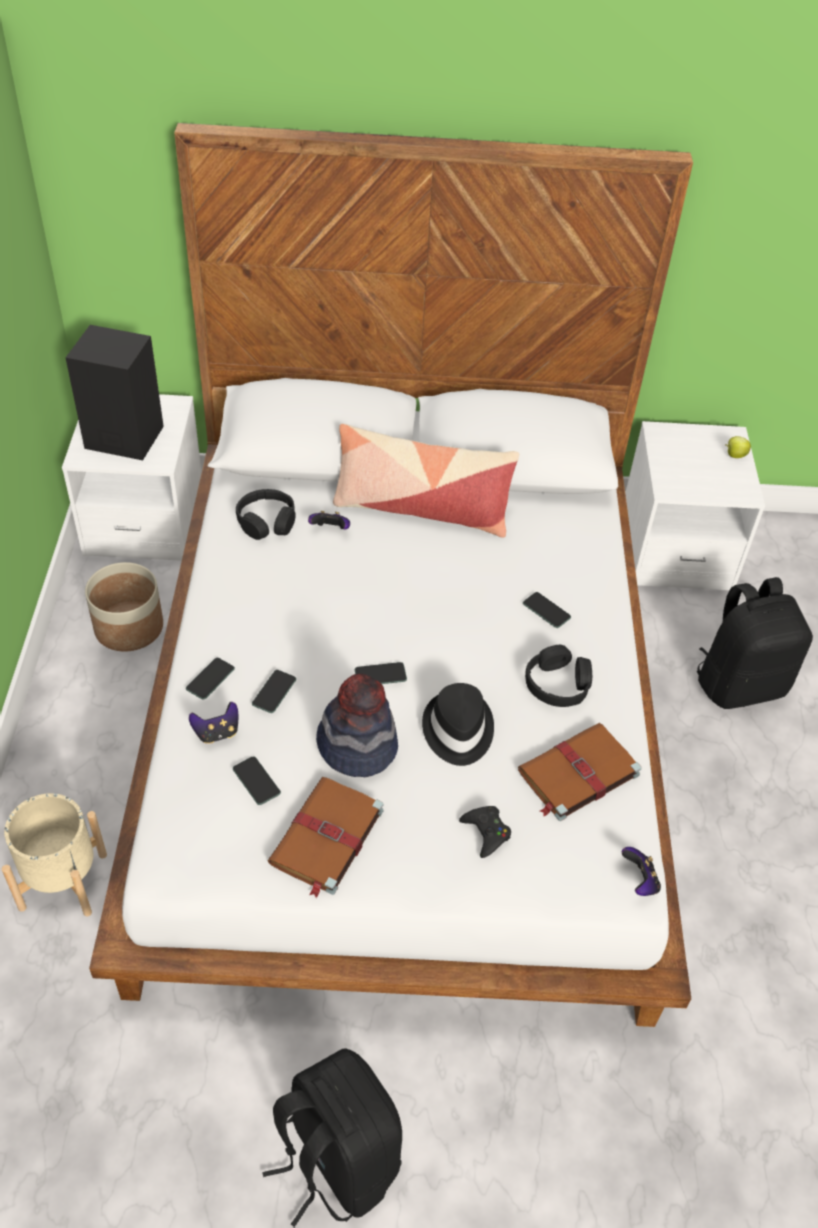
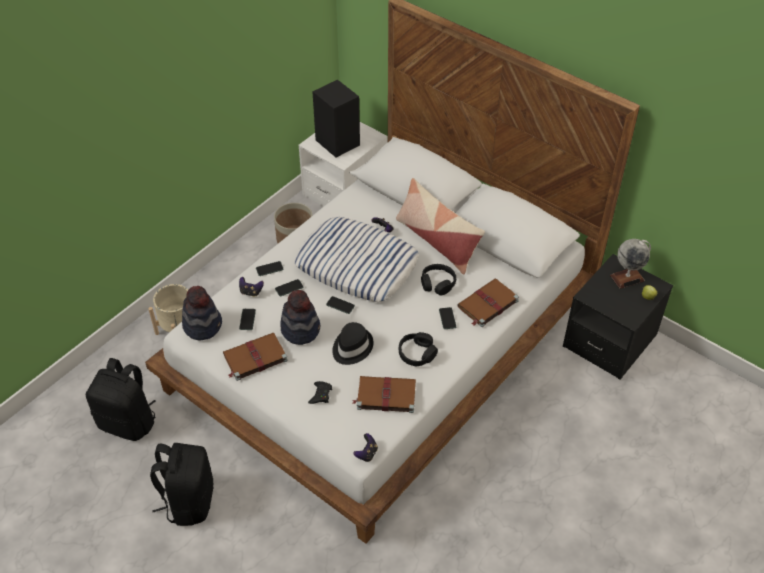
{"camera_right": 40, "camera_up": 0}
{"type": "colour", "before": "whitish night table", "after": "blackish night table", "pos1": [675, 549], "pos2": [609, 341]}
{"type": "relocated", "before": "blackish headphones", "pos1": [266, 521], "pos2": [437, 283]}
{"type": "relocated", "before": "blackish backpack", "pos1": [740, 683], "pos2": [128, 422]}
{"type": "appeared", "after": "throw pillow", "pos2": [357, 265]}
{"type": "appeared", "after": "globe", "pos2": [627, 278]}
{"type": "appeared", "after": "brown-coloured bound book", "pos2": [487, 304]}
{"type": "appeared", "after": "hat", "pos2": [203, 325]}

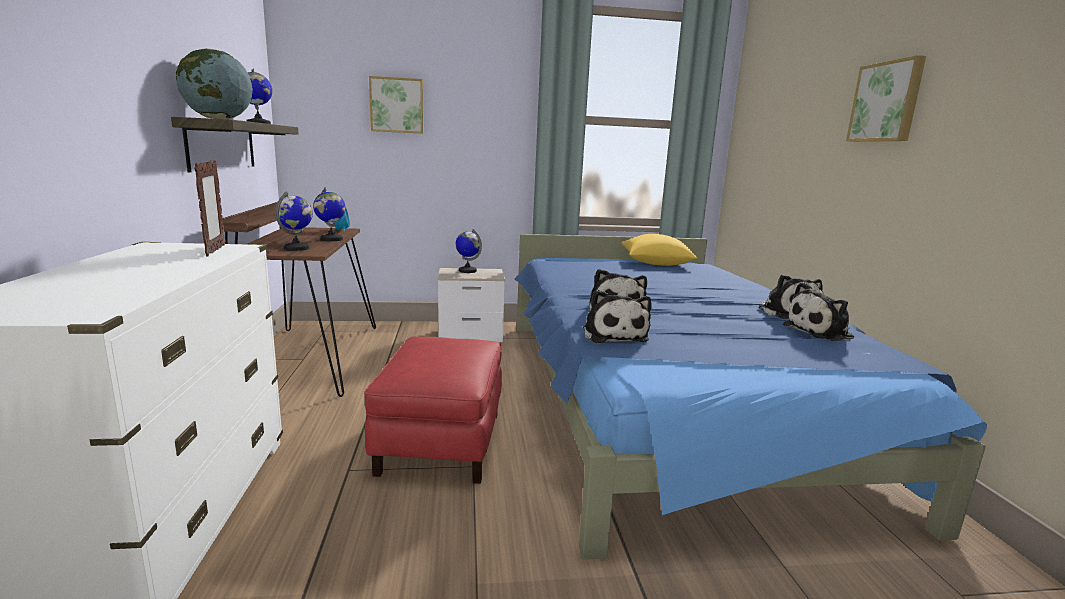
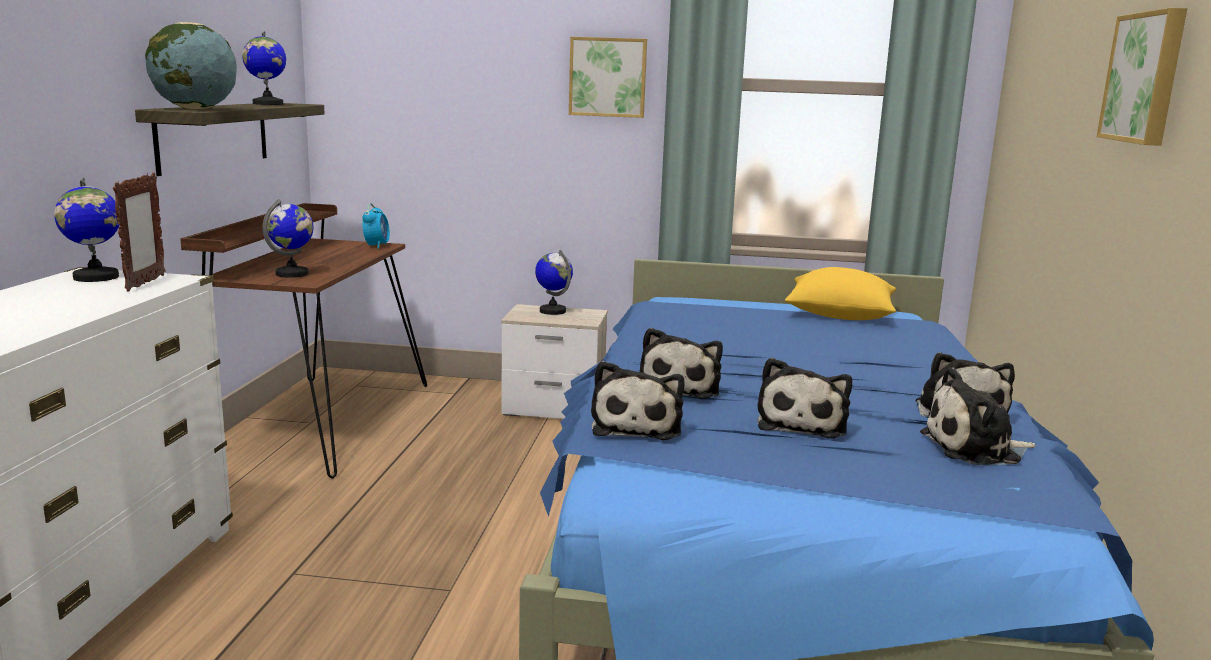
{"camera_right": 15, "camera_up": 0}
{"type": "relocated", "before": "picture", "pos1": [397, 105], "pos2": [608, 77]}
{"type": "relocated", "before": "globe", "pos1": [331, 239], "pos2": [95, 277]}
{"type": "missing", "before": "red ottoman", "pos1": [440, 442]}
{"type": "appeared", "after": "cuddly toy", "pos2": [802, 423]}

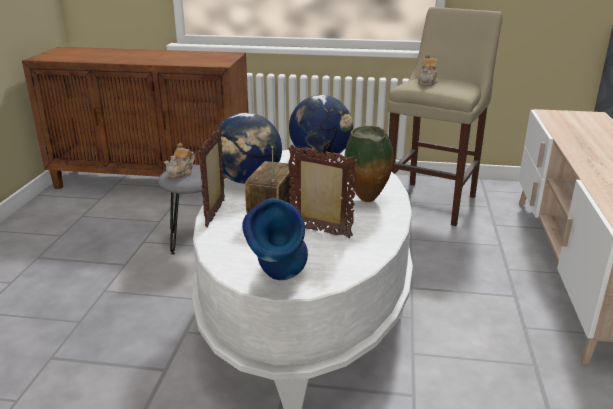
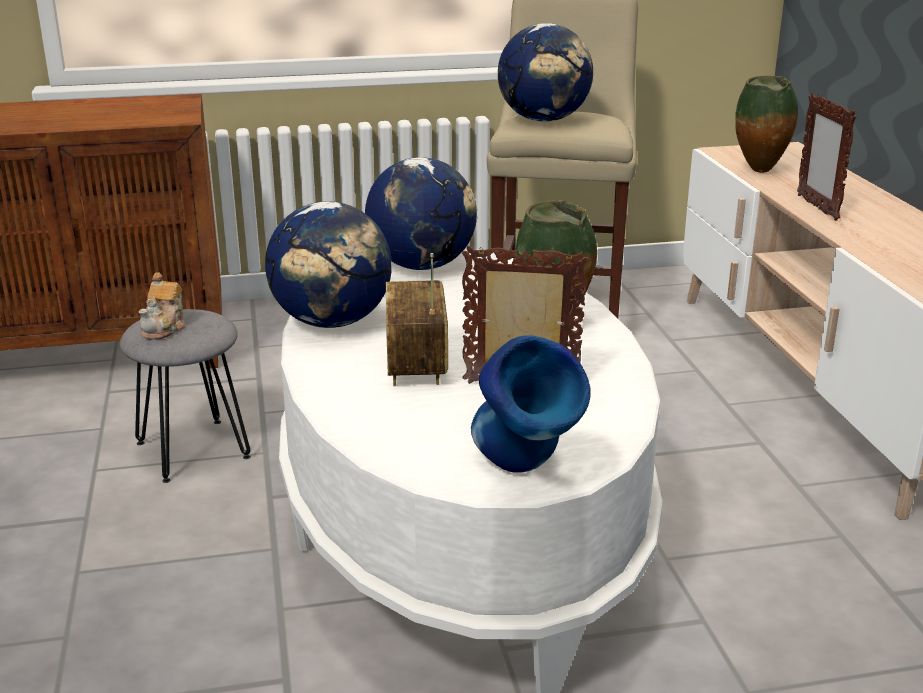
{"camera_right": -20, "camera_up": 0}
{"type": "exchanged", "before": "pot for tea", "after": "globe", "pos1": [427, 82], "pos2": [544, 120]}
{"type": "relocated", "before": "standing frame", "pos1": [216, 213], "pos2": [817, 207]}
{"type": "appeared", "after": "decorative vase", "pos2": [760, 171]}

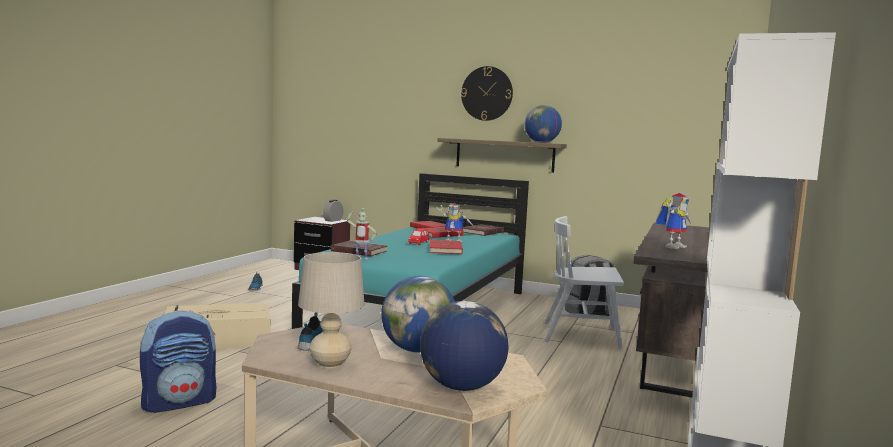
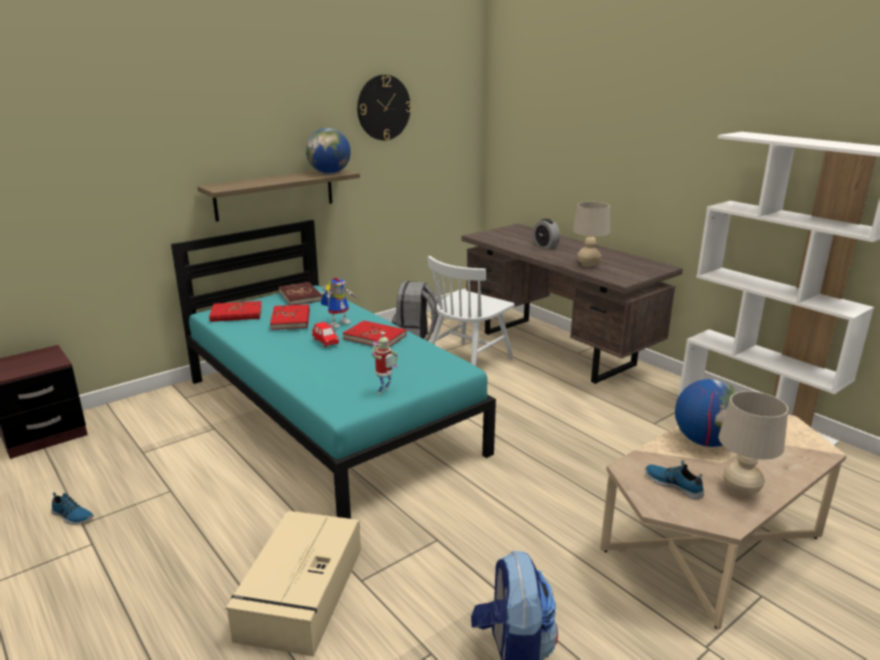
{"camera_right": -60, "camera_up": 15}
{"type": "relocated", "before": "hanging clock", "pos1": [487, 93], "pos2": [383, 107]}
{"type": "exchanged", "before": "toy robot", "after": "sand-coloured table lamp", "pos1": [673, 246], "pos2": [588, 265]}
{"type": "relocated", "before": "table clock", "pos1": [333, 220], "pos2": [545, 246]}
{"type": "missing", "before": "red bound book", "pos1": [359, 251]}
{"type": "missing", "before": "globe", "pos1": [461, 387]}

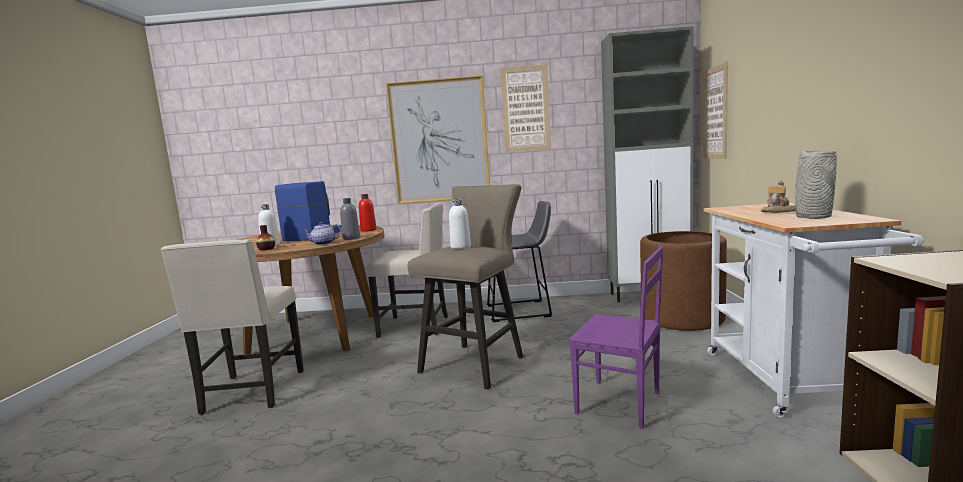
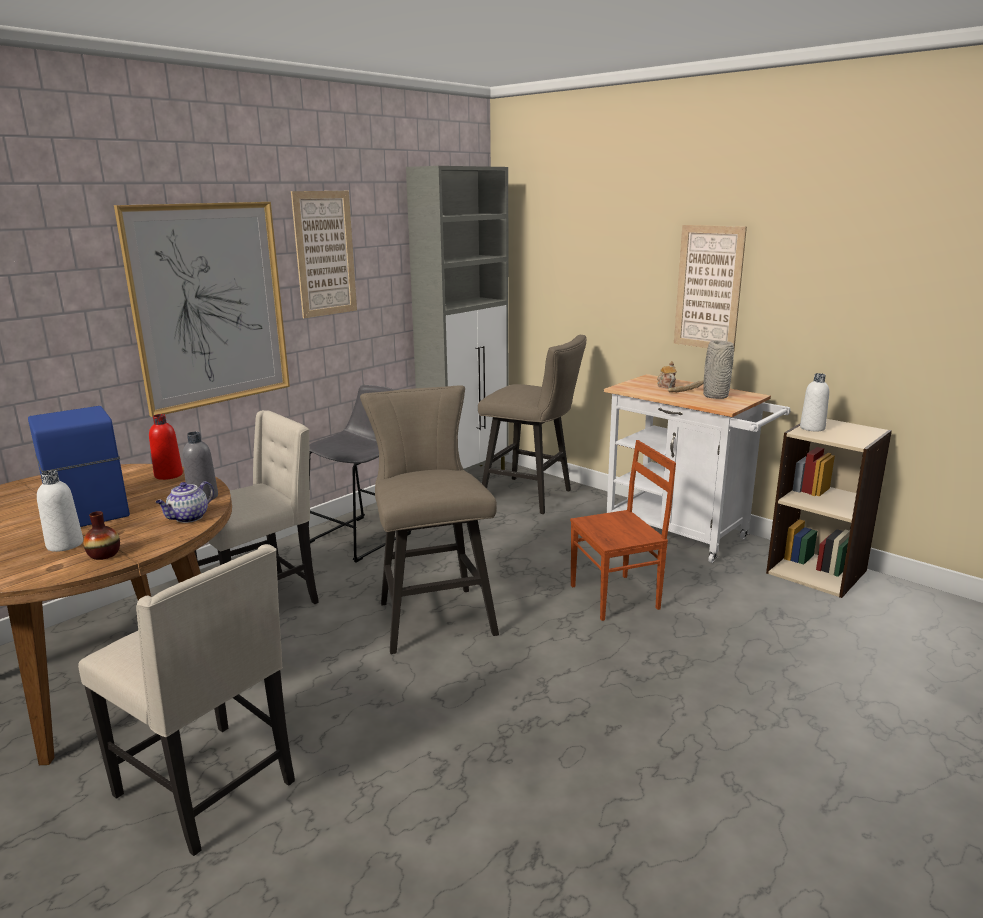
{"camera_right": -50, "camera_up": 10}
{"type": "relocated", "before": "picture", "pos1": [715, 113], "pos2": [708, 288]}
{"type": "relocated", "before": "whitish drink bottle", "pos1": [460, 247], "pos2": [812, 428]}
{"type": "exchanged", "before": "brown-coloured flower pot", "after": "sand-coloured stool seat", "pos1": [682, 318], "pos2": [532, 497]}
{"type": "colour", "before": "purplish plain chair", "after": "brown-coloured plain chair", "pos1": [619, 404], "pos2": [616, 597]}

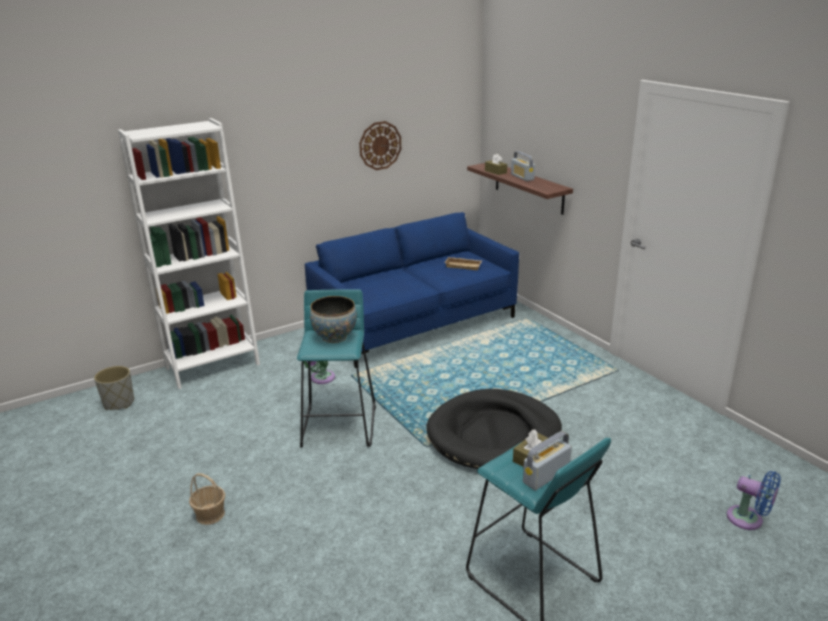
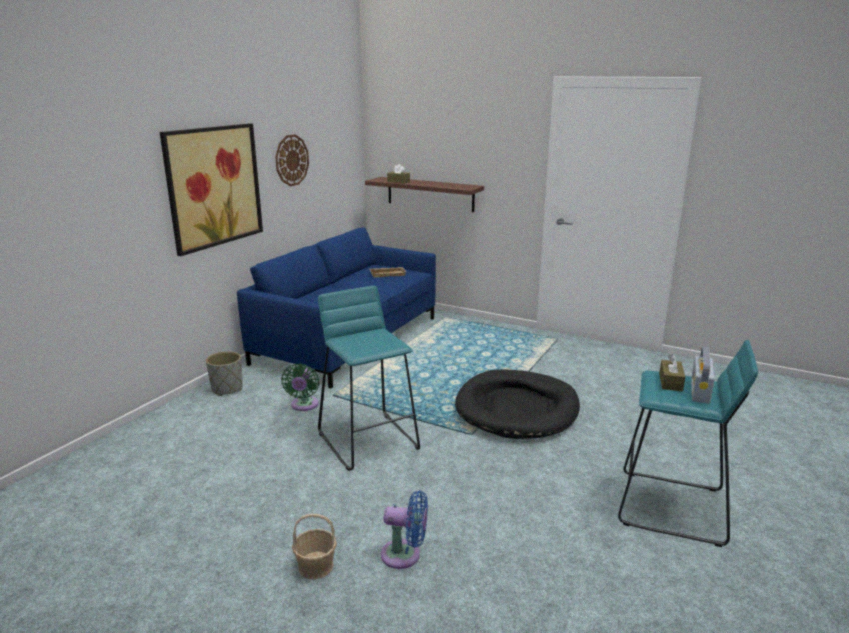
{"camera_right": -30, "camera_up": -5}
{"type": "missing", "before": "whitish bookcase", "pos1": [213, 366]}
{"type": "missing", "before": "radio receiver", "pos1": [522, 177]}
{"type": "missing", "before": "deep dish", "pos1": [334, 337]}
{"type": "relocated", "before": "greyish flower pot", "pos1": [119, 403], "pos2": [227, 389]}
{"type": "relocated", "before": "bluish fan", "pos1": [748, 520], "pos2": [405, 555]}
{"type": "appeared", "after": "picture", "pos2": [214, 186]}

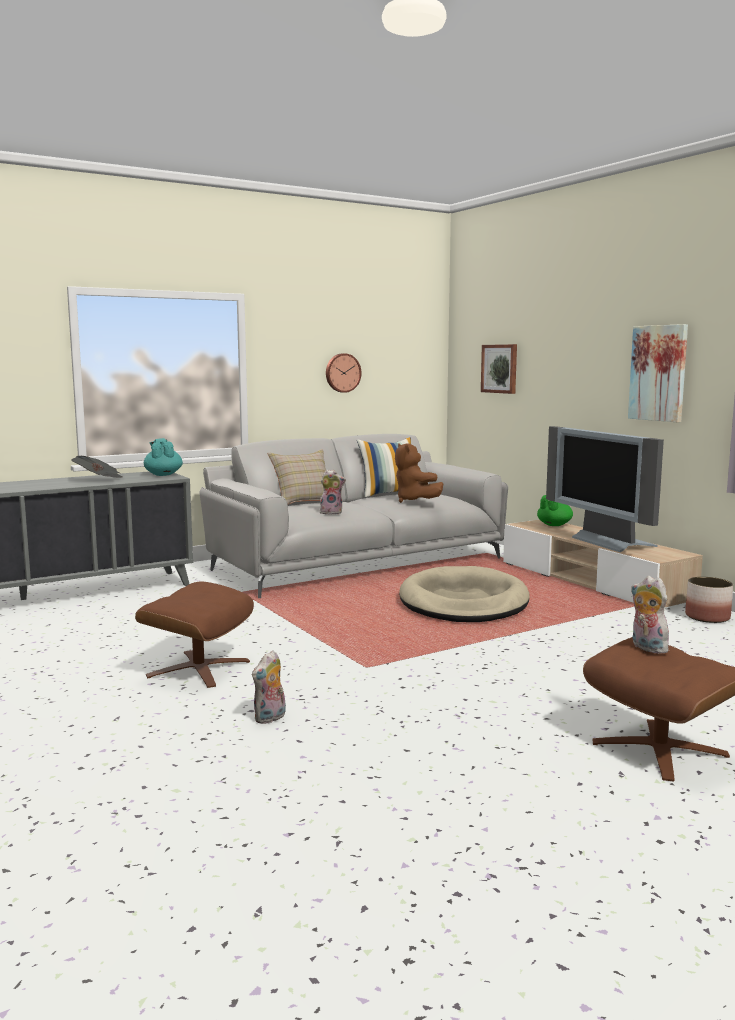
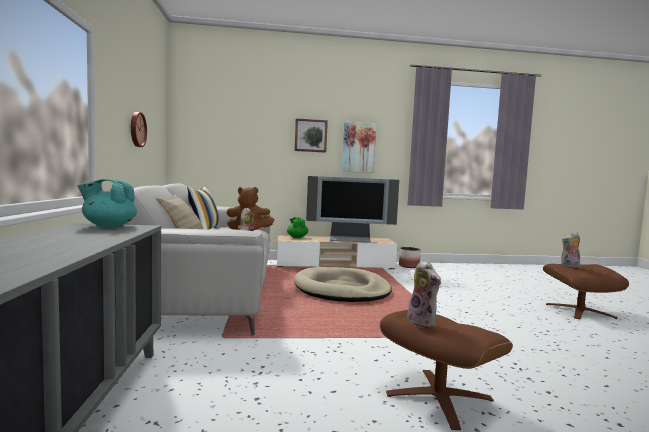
{"camera_right": -65, "camera_up": -5}
{"type": "relocated", "before": "picture", "pos1": [500, 368], "pos2": [310, 135]}
{"type": "missing", "before": "daily paper", "pos1": [99, 480]}
{"type": "relocated", "before": "cuddly toy", "pos1": [270, 718], "pos2": [423, 322]}

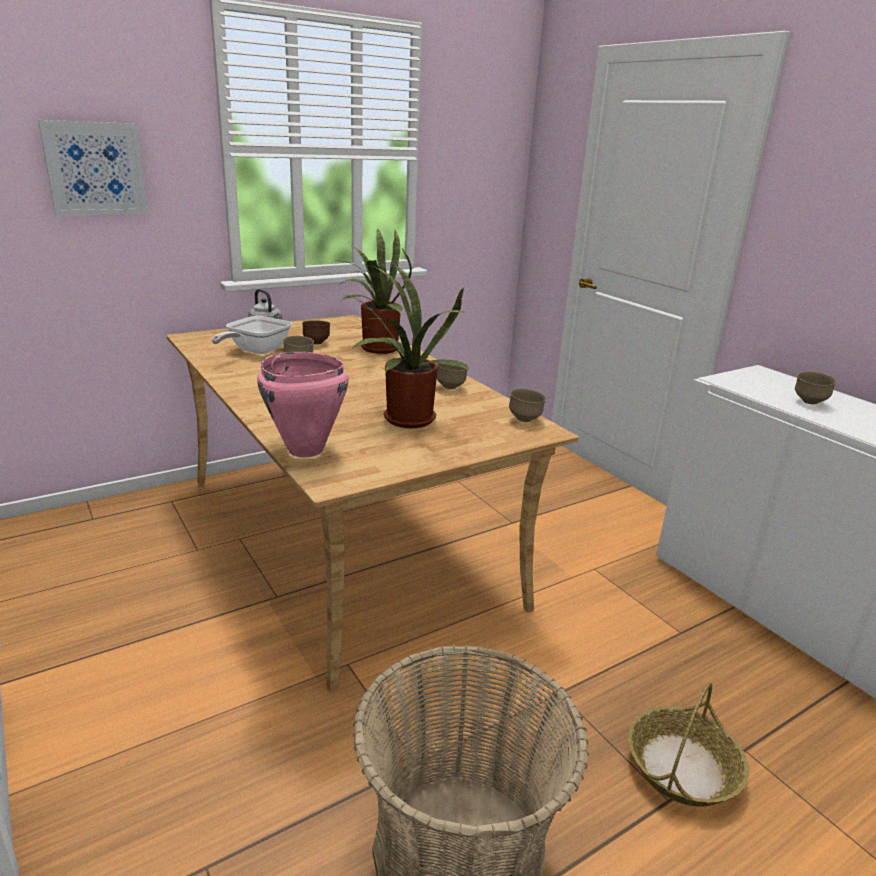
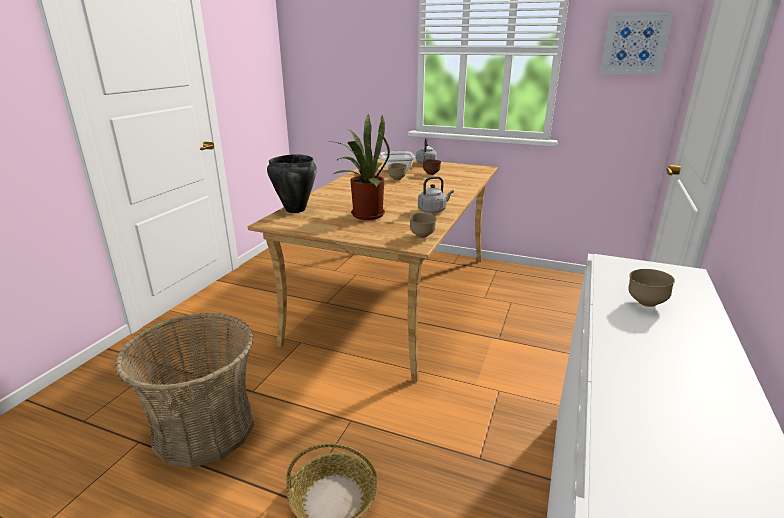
{"camera_right": 55, "camera_up": 0}
{"type": "relocated", "before": "picture", "pos1": [95, 169], "pos2": [634, 43]}
{"type": "missing", "before": "potted plant", "pos1": [375, 348]}
{"type": "colour", "before": "pink cooking pot", "after": "blackish cooking pot", "pos1": [305, 450], "pos2": [295, 210]}
{"type": "exchanged", "before": "brown-coloured deep dish", "after": "greyish water kettle", "pos1": [450, 387], "pos2": [433, 210]}

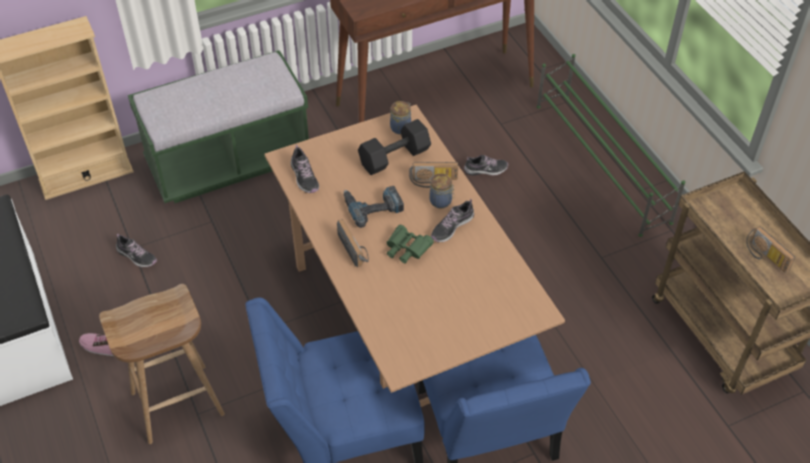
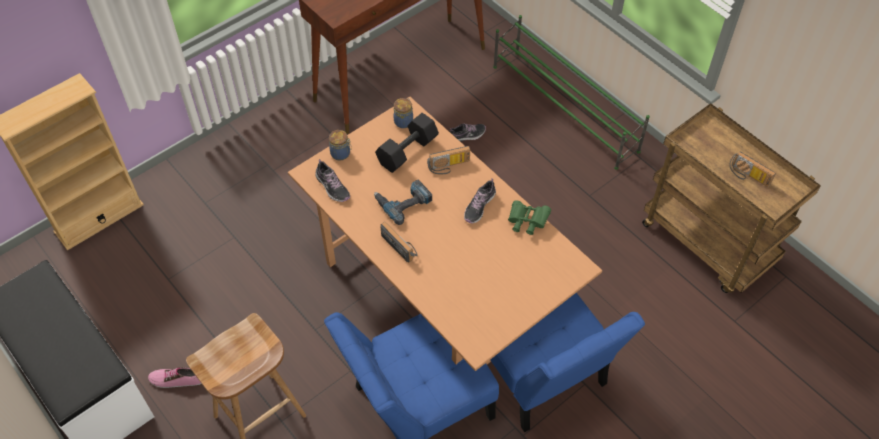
{"camera_right": -15, "camera_up": 5}
{"type": "missing", "before": "green long seat", "pos1": [229, 161]}
{"type": "relocated", "before": "preserve jar", "pos1": [441, 201], "pos2": [341, 154]}
{"type": "relocated", "before": "green field glasses", "pos1": [406, 250], "pos2": [527, 222]}
{"type": "missing", "before": "shoe", "pos1": [136, 256]}

